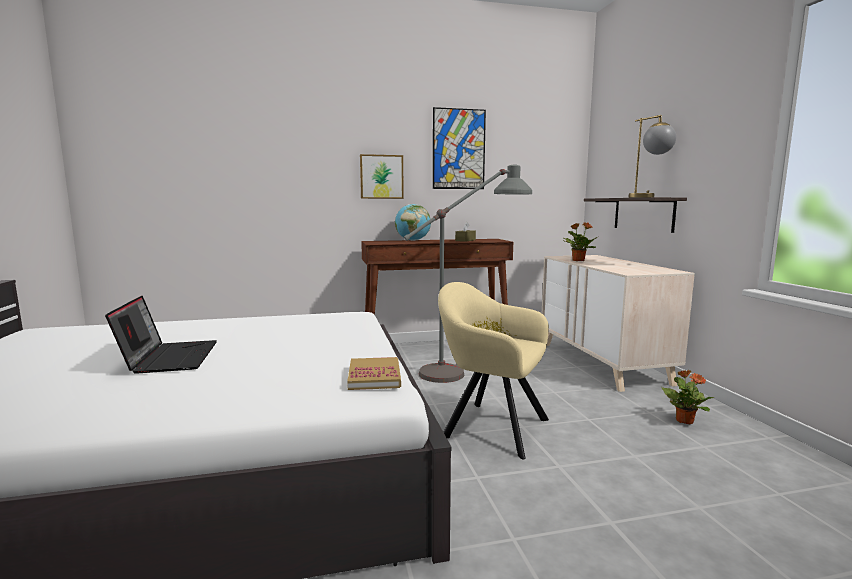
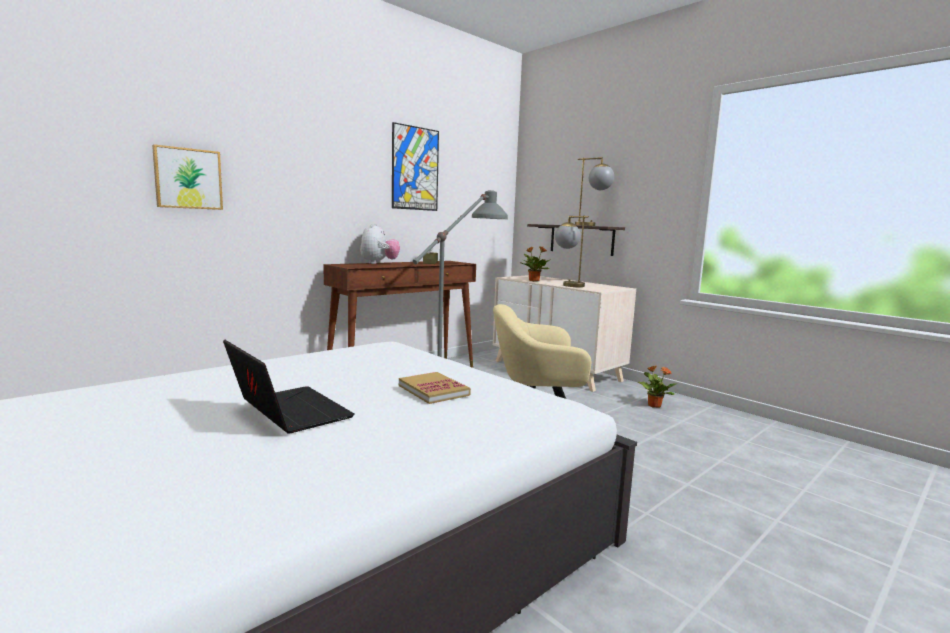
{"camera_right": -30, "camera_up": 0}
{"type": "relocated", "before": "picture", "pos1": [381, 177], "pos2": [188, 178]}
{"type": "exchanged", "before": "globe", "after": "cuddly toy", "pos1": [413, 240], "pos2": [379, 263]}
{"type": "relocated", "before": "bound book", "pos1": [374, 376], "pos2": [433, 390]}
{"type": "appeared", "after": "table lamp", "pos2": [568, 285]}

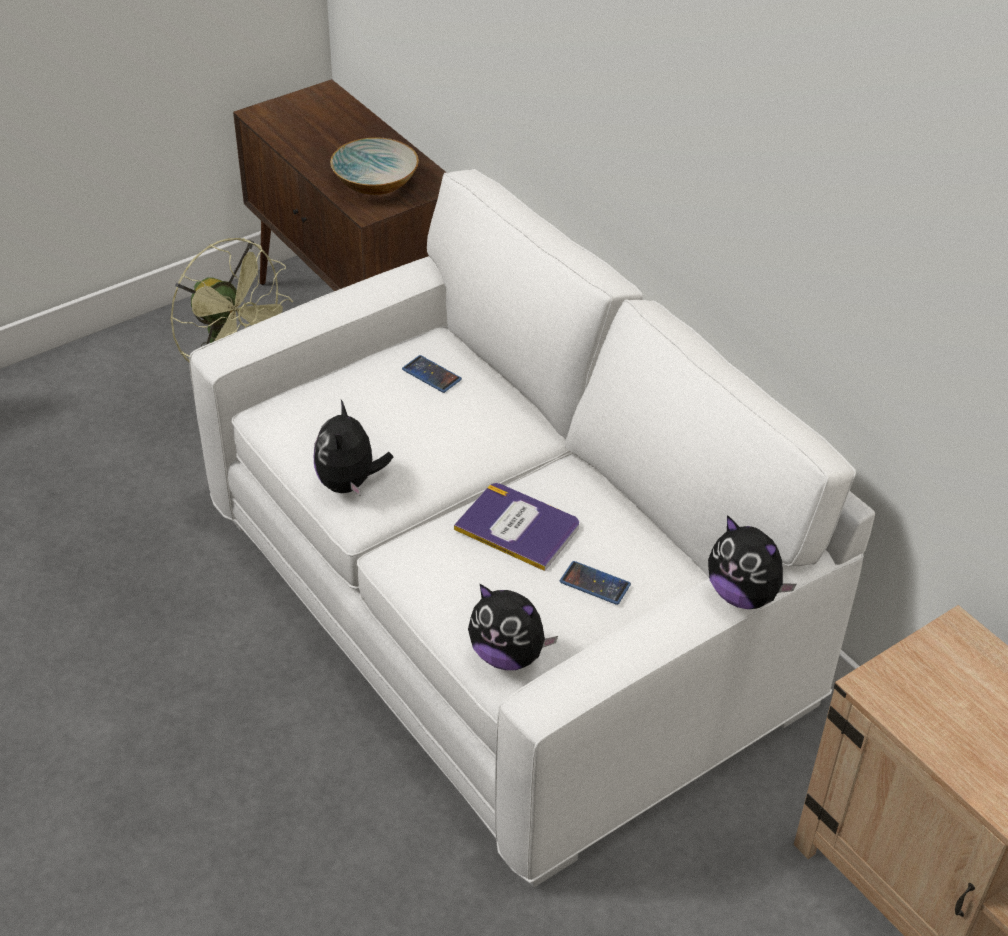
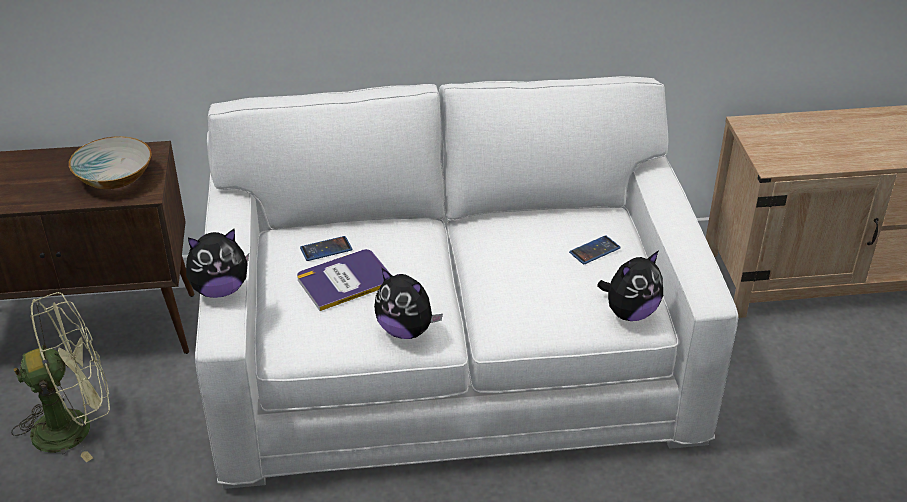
{"camera_right": -60, "camera_up": -5}
{"type": "relocated", "before": "bound book", "pos1": [518, 527], "pos2": [345, 280]}
{"type": "relocated", "before": "cuddly toy", "pos1": [743, 594], "pos2": [220, 289]}

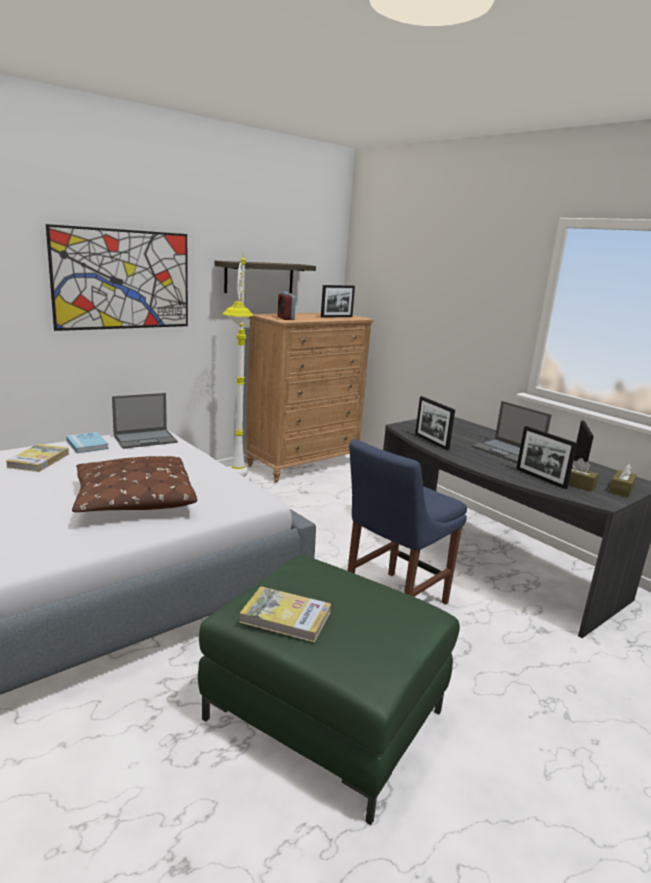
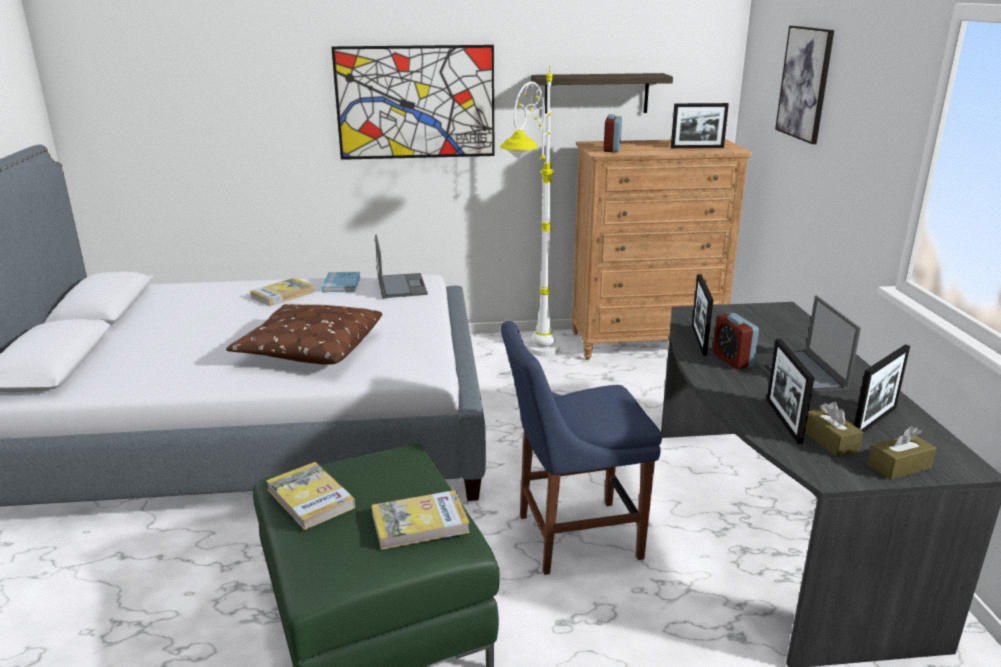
{"camera_right": 35, "camera_up": 5}
{"type": "spun", "before": "portable computer", "pos1": [146, 439], "pos2": [401, 285], "turn": -105}
{"type": "appeared", "after": "picture", "pos2": [805, 83]}
{"type": "appeared", "after": "table clock", "pos2": [732, 360]}
{"type": "appeared", "after": "bound book", "pos2": [420, 523]}

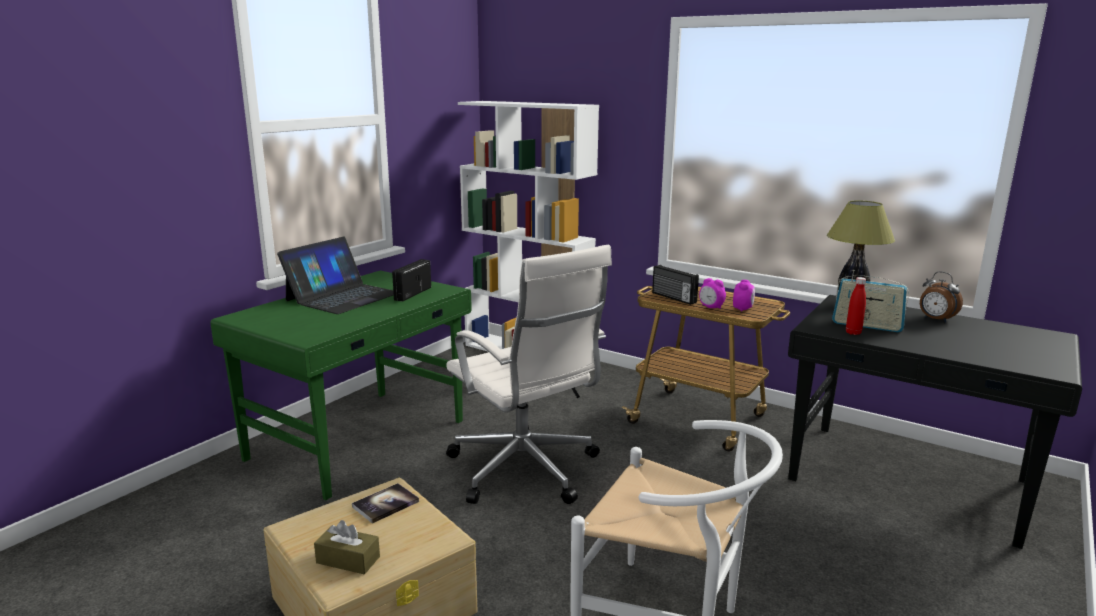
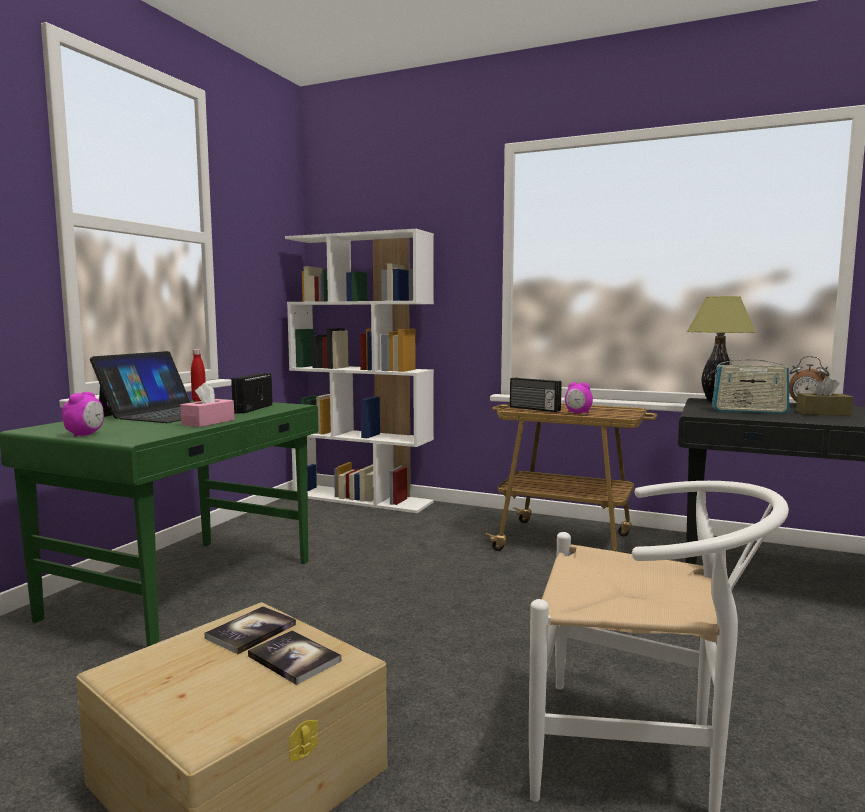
{"camera_right": -10, "camera_up": -10}
{"type": "missing", "before": "whitish office chair", "pos1": [525, 471]}
{"type": "relocated", "before": "red drink bottle", "pos1": [853, 333], "pos2": [199, 400]}
{"type": "relocated", "before": "table clock", "pos1": [742, 309], "pos2": [85, 435]}
{"type": "relocated", "before": "brown-coloured tissue holder", "pos1": [348, 560], "pos2": [823, 413]}
{"type": "appeared", "after": "pink tissue holder", "pos2": [208, 422]}
{"type": "appeared", "after": "bound book", "pos2": [294, 659]}

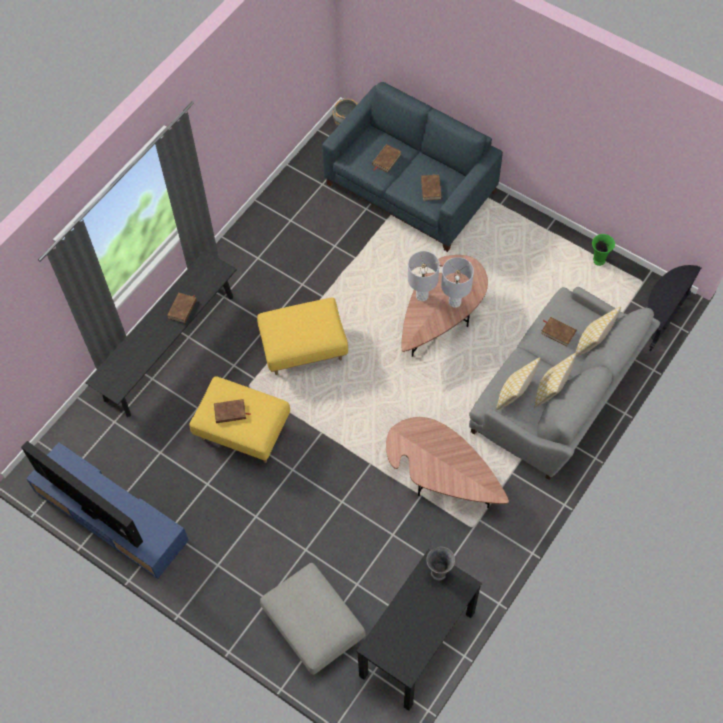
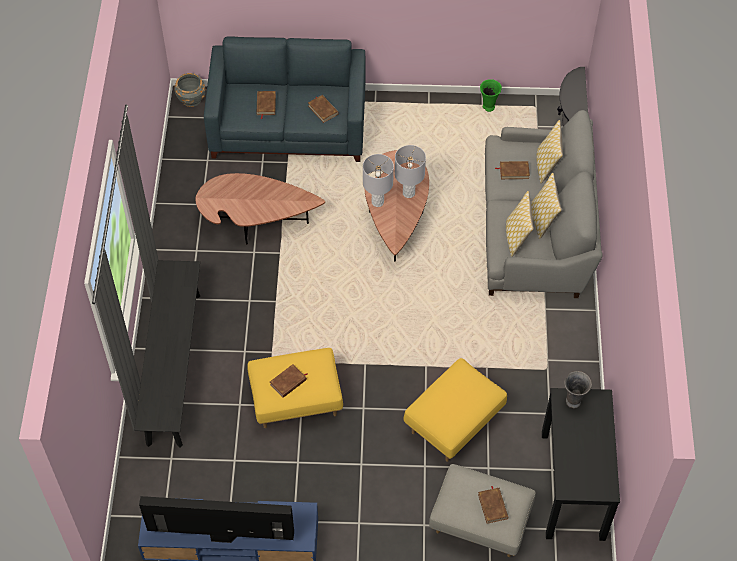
{"camera_right": -35, "camera_up": -5}
{"type": "relocated", "before": "brown-coloured bound book", "pos1": [182, 309], "pos2": [493, 506]}
{"type": "relocated", "before": "yellow-coloured ottoman", "pos1": [303, 350], "pos2": [453, 424]}
{"type": "relocated", "before": "brown-coloured low table", "pos1": [440, 477], "pos2": [255, 222]}

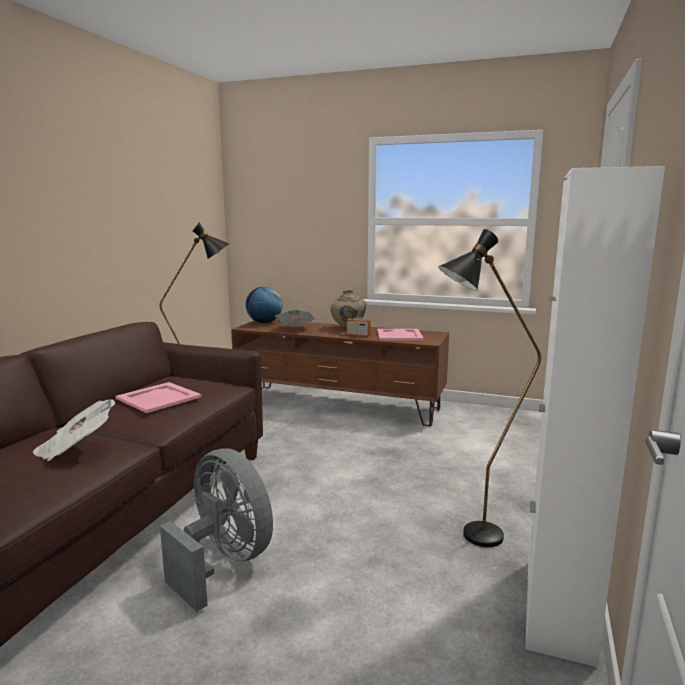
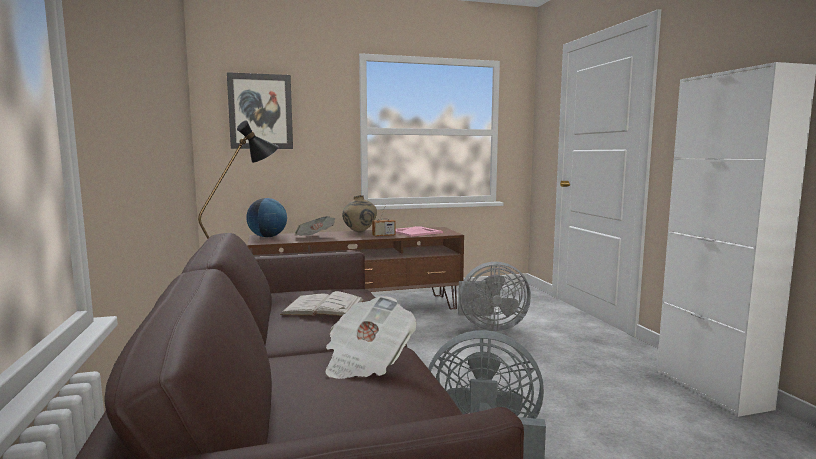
{"camera_right": -35, "camera_up": -5}
{"type": "missing", "before": "blackish standing lamp", "pos1": [470, 538]}
{"type": "exchanged", "before": "pink serving tray", "after": "whitish bound book", "pos1": [158, 398], "pos2": [323, 307]}
{"type": "appeared", "after": "picture", "pos2": [260, 111]}
{"type": "appeared", "after": "greyish fan", "pos2": [489, 327]}

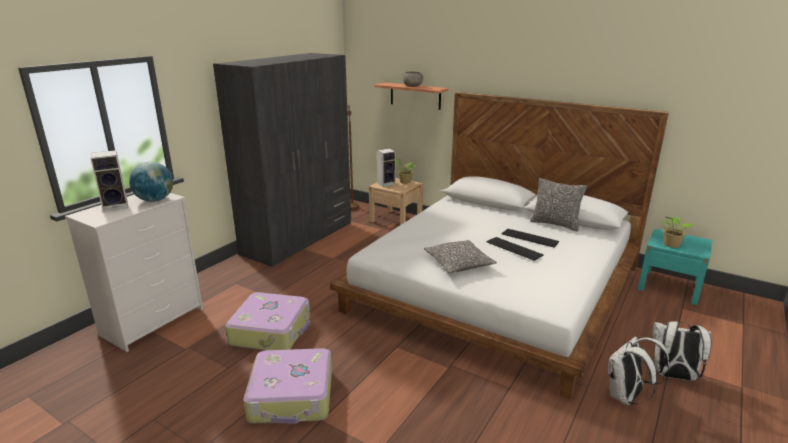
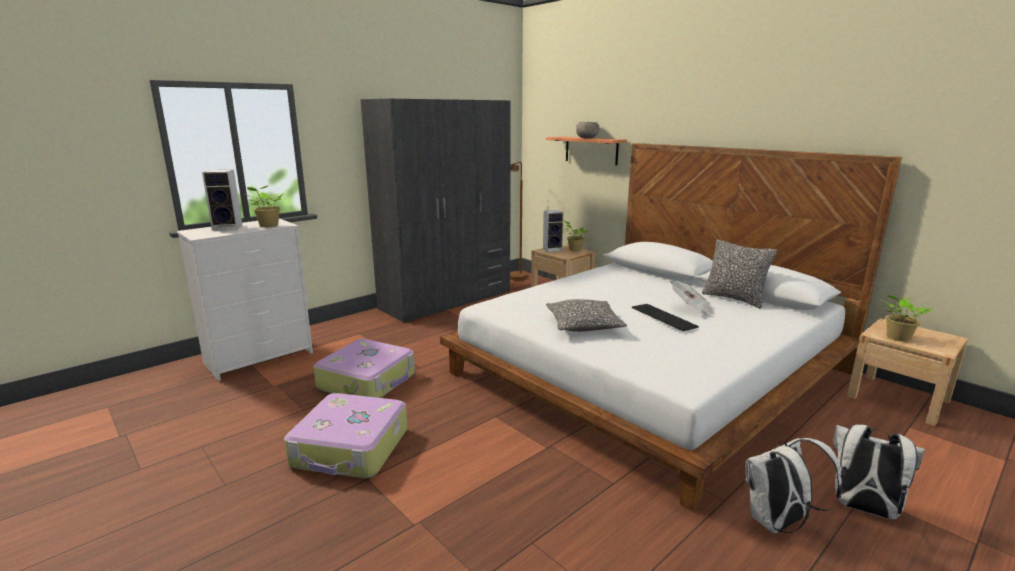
{"camera_right": 15, "camera_up": -5}
{"type": "exchanged", "before": "globe", "after": "potted plant", "pos1": [155, 200], "pos2": [268, 225]}
{"type": "colour", "before": "turquoise-coloured night table", "after": "sand-coloured night table", "pos1": [669, 286], "pos2": [898, 398]}
{"type": "exchanged", "before": "computer keyboard", "after": "daily paper", "pos1": [529, 238], "pos2": [691, 309]}

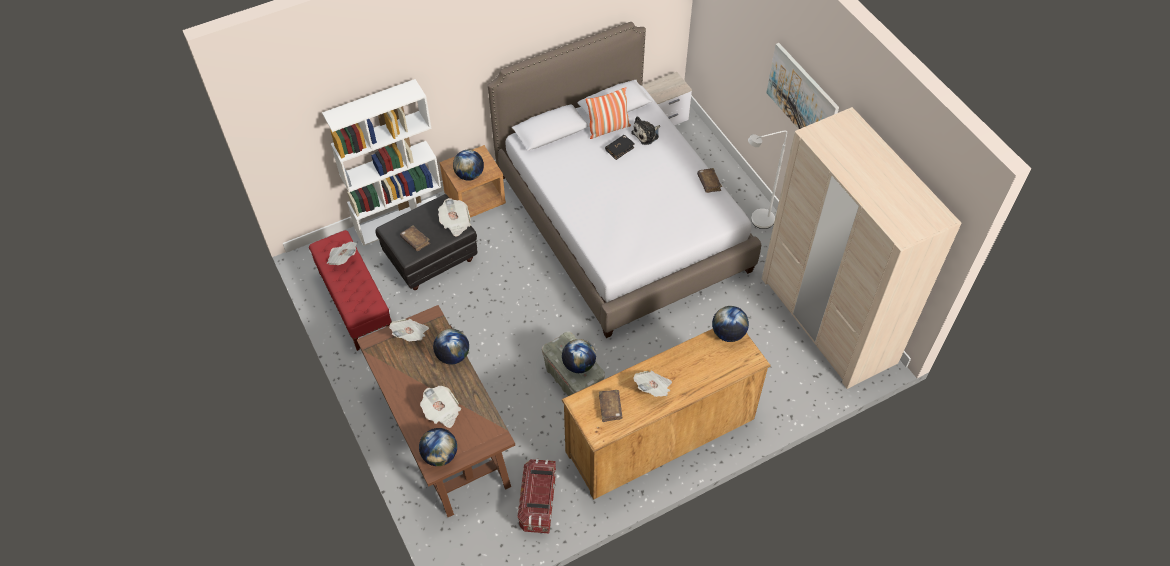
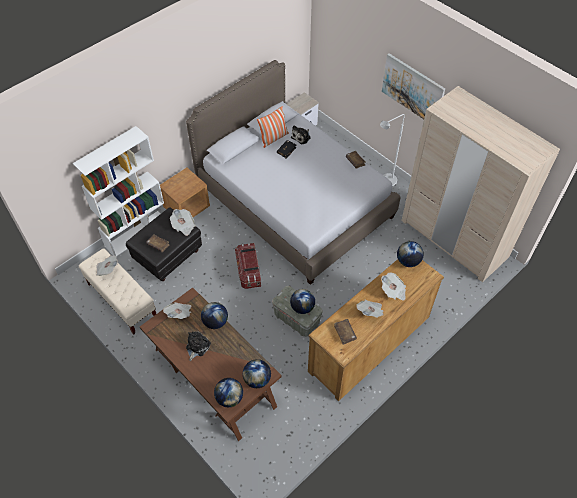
{"camera_right": -15, "camera_up": 0}
{"type": "relocated", "before": "globe", "pos1": [469, 175], "pos2": [257, 379]}
{"type": "colour", "before": "red long seat", "after": "sand-coloured long seat", "pos1": [355, 303], "pos2": [122, 300]}
{"type": "relocated", "before": "daily paper", "pos1": [442, 412], "pos2": [393, 291]}
{"type": "relocated", "before": "storage bin", "pos1": [538, 502], "pos2": [248, 271]}
{"type": "appeared", "after": "cuddly toy", "pos2": [197, 347]}

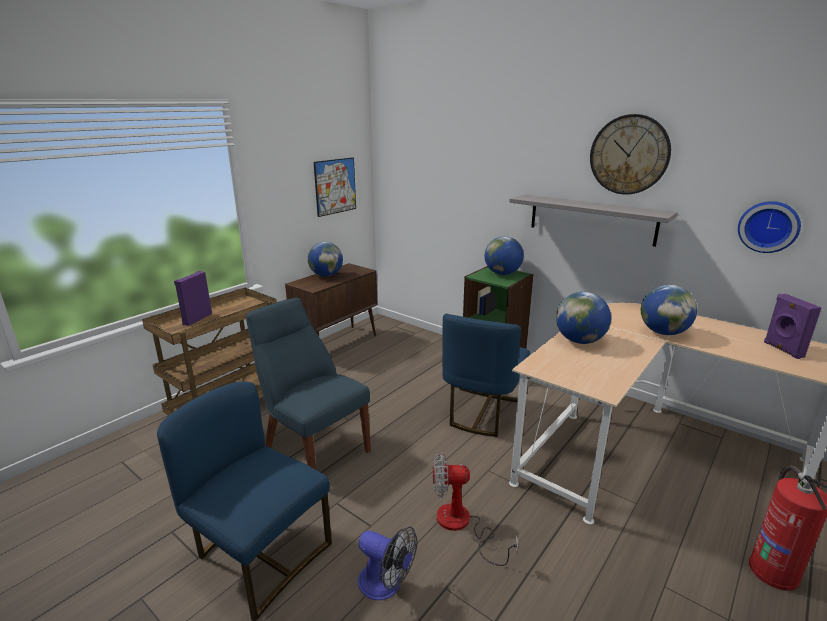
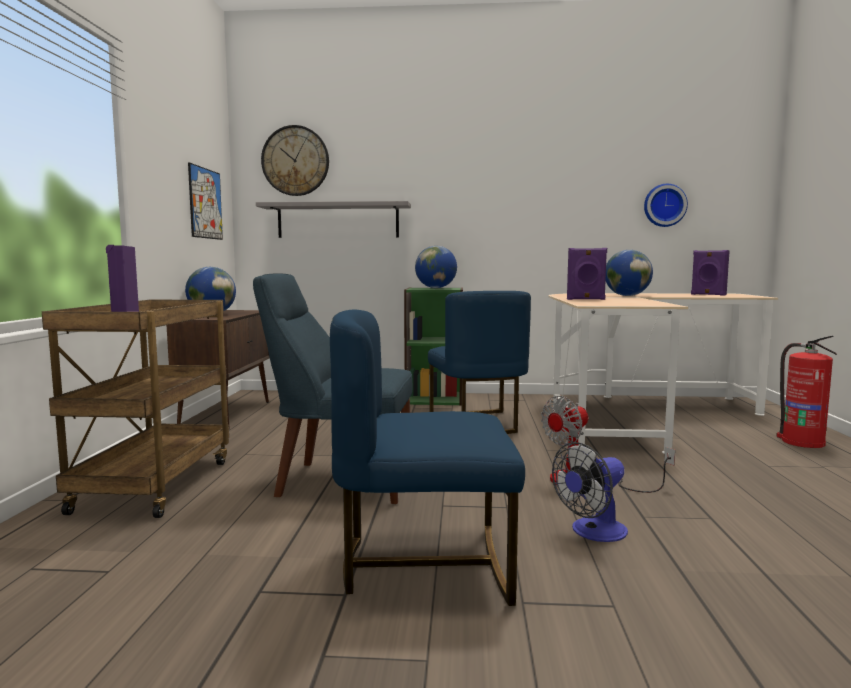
{"camera_right": -35, "camera_up": -15}
{"type": "relocated", "before": "hanging clock", "pos1": [629, 155], "pos2": [295, 161]}
{"type": "relocated", "before": "greyish wall shelf", "pos1": [591, 219], "pos2": [338, 221]}
{"type": "exchanged", "before": "globe", "after": "purplish speaker", "pos1": [579, 341], "pos2": [585, 299]}
{"type": "spun", "before": "fan", "pos1": [386, 585], "pos2": [592, 532], "turn": 150}

